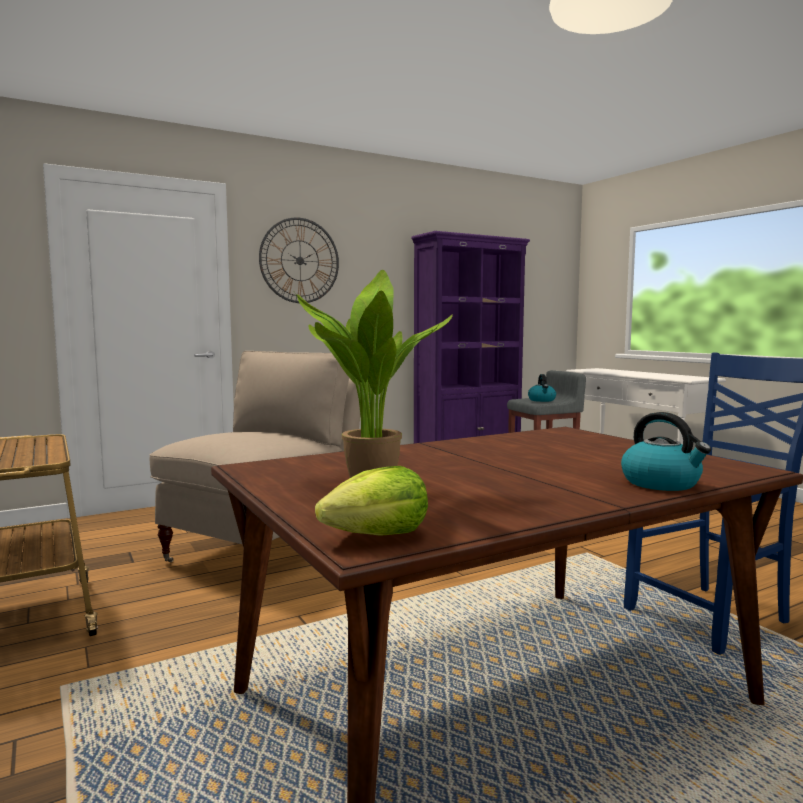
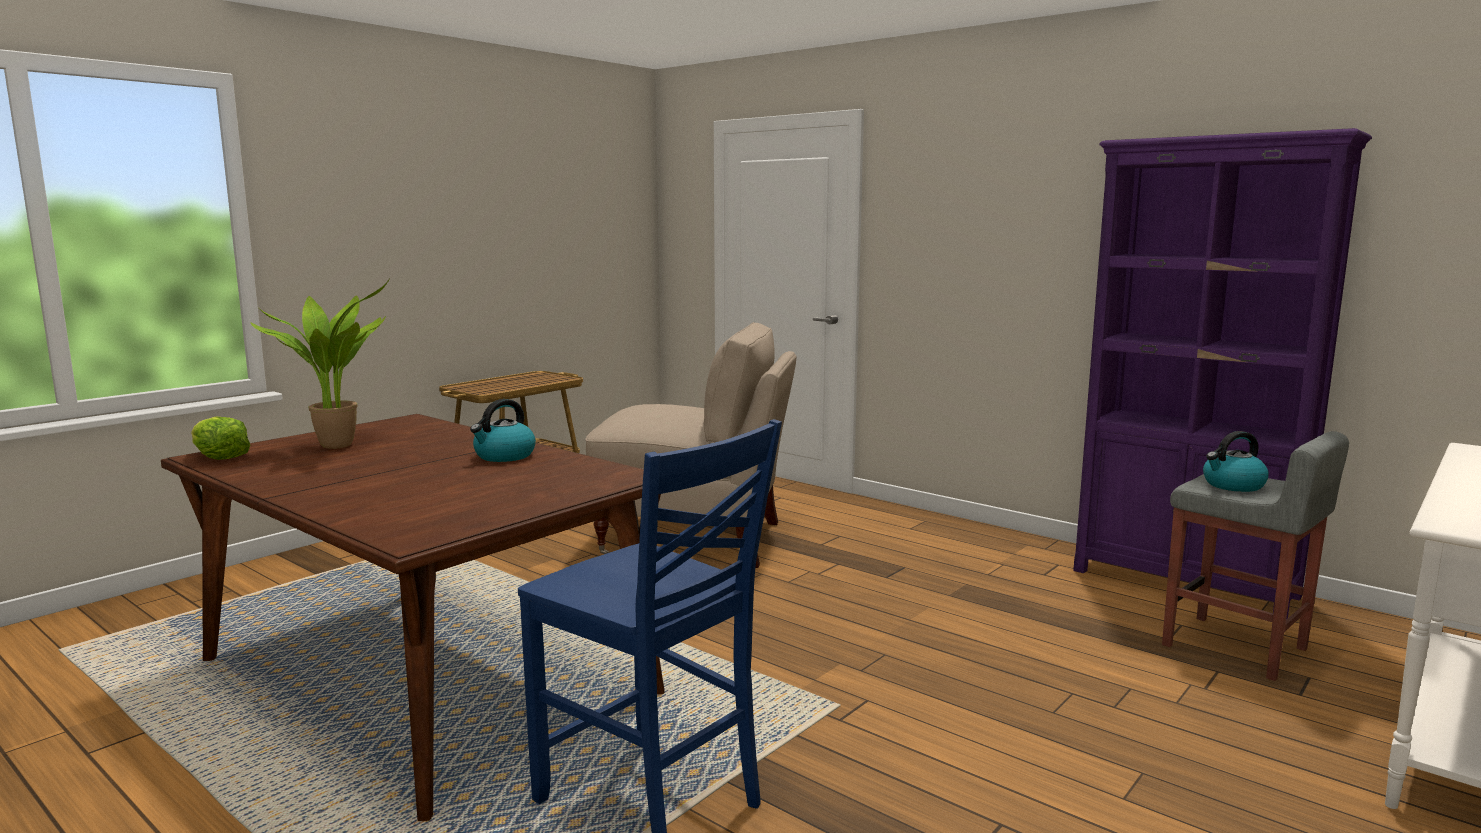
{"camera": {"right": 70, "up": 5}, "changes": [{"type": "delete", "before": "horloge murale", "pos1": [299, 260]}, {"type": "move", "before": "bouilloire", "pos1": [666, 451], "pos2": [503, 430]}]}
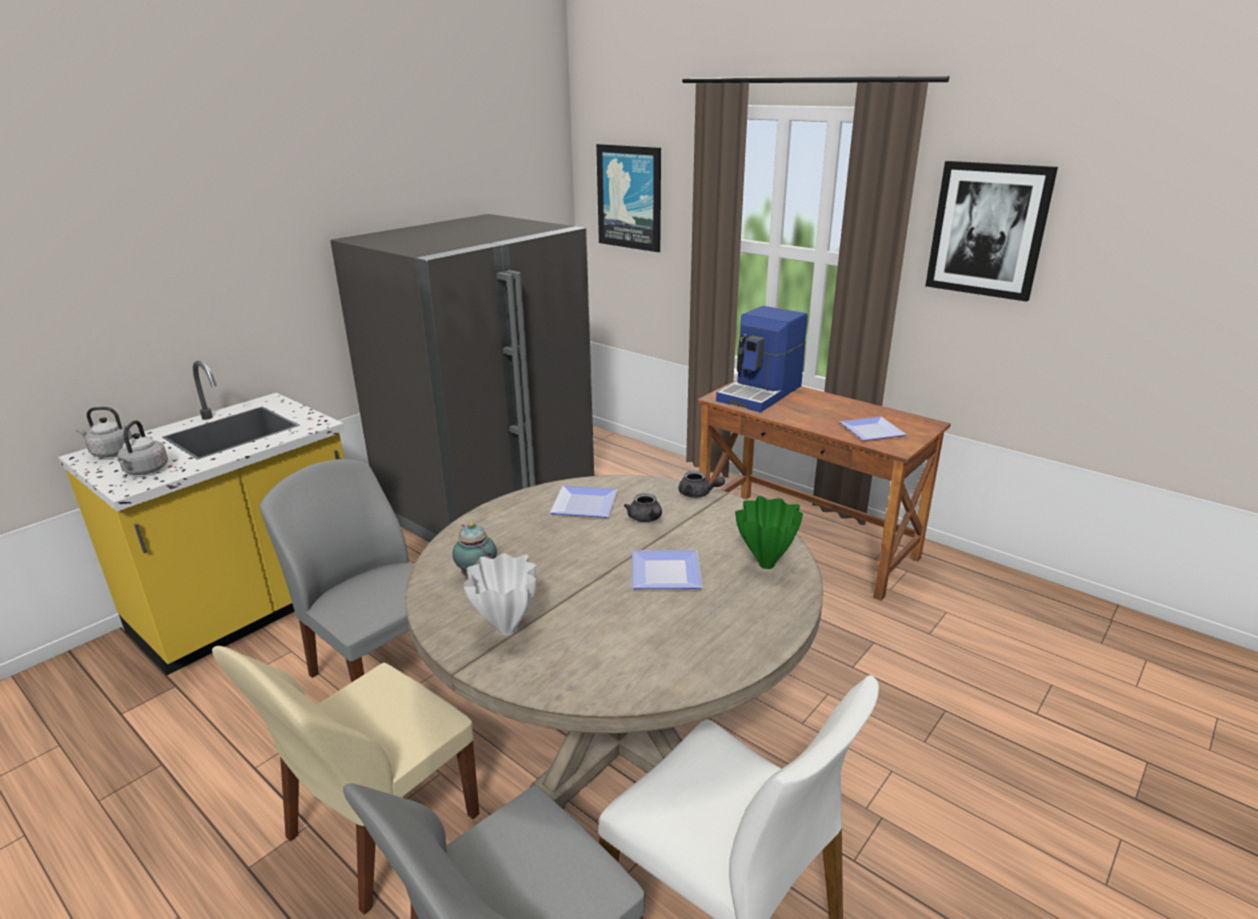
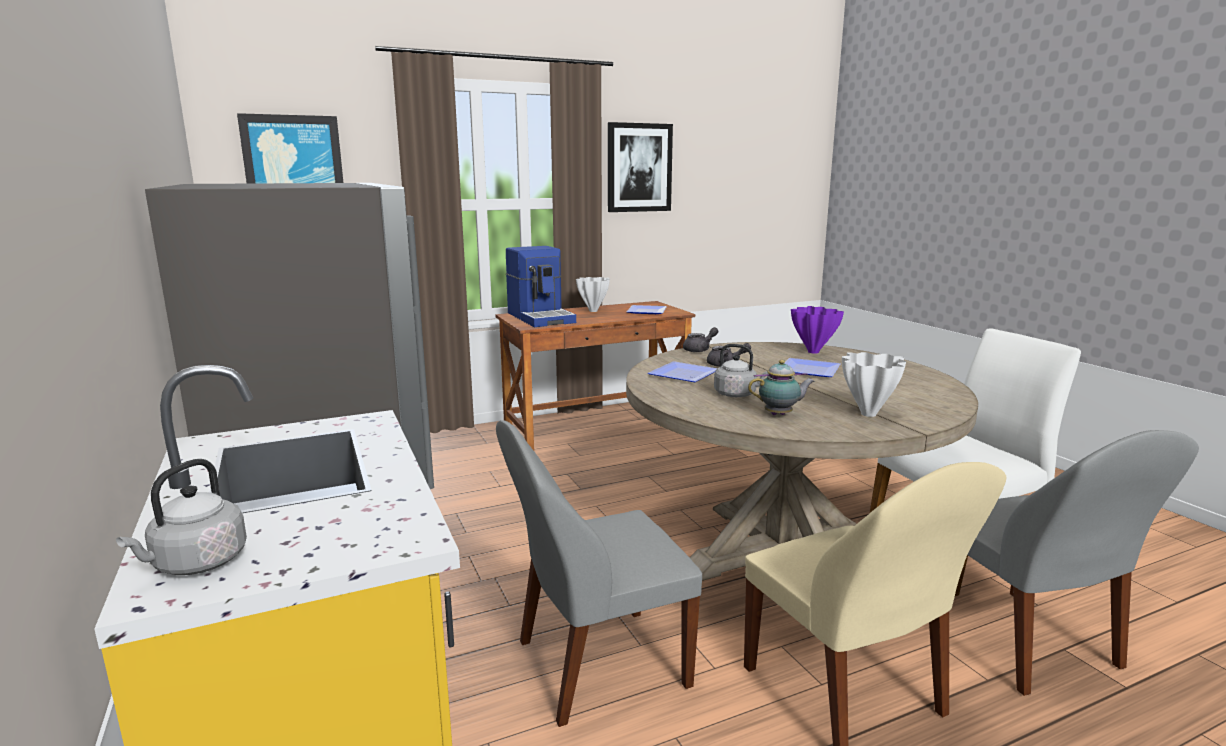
{"camera": {"right": -65, "up": -10}, "changes": [{"type": "insert", "after": "vase (blanc)", "pos2": [593, 294]}, {"type": "move", "before": "bouilloire (gris)", "pos1": [143, 447], "pos2": [741, 370]}, {"type": "recolor", "before": "vase (vert)", "after": "vase (violet)", "pos1": [769, 532], "pos2": [817, 329]}]}
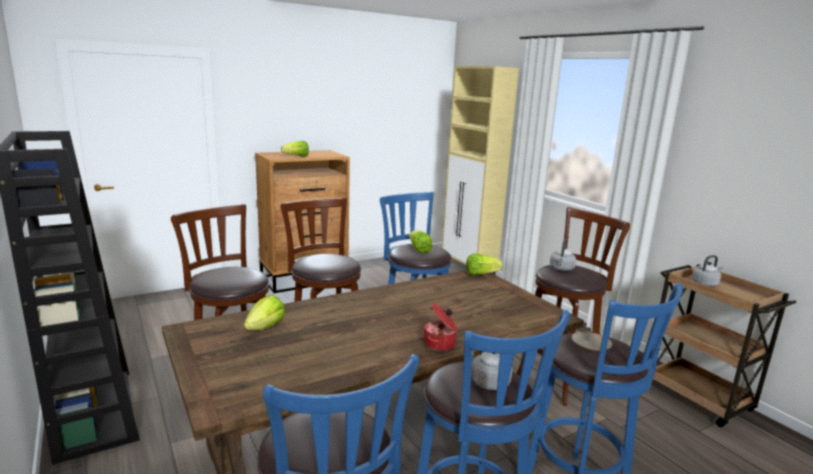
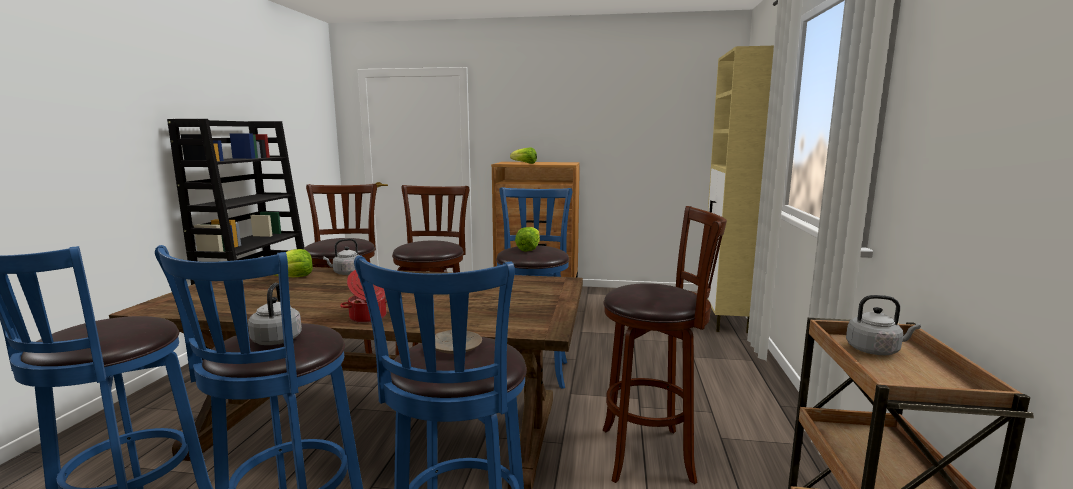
{"camera": {"right": 40, "up": -5}, "changes": [{"type": "delete", "before": "laitue", "pos1": [484, 264]}, {"type": "move", "before": "bouilloire (gris)", "pos1": [563, 255], "pos2": [341, 256]}]}
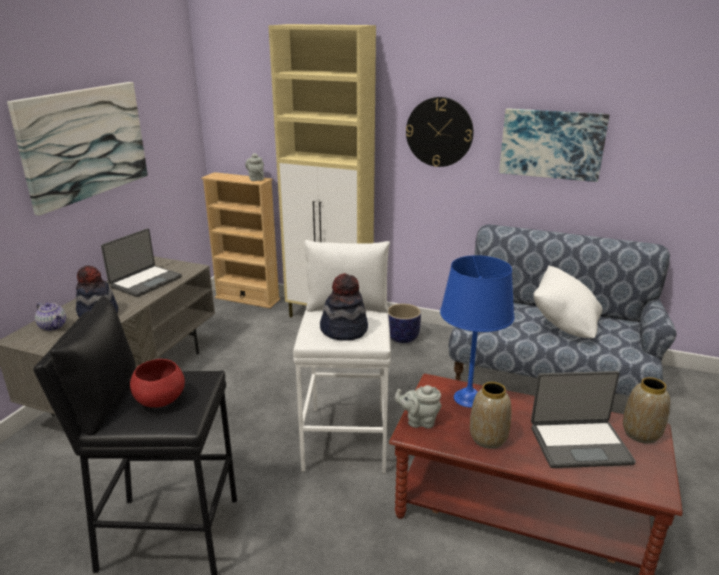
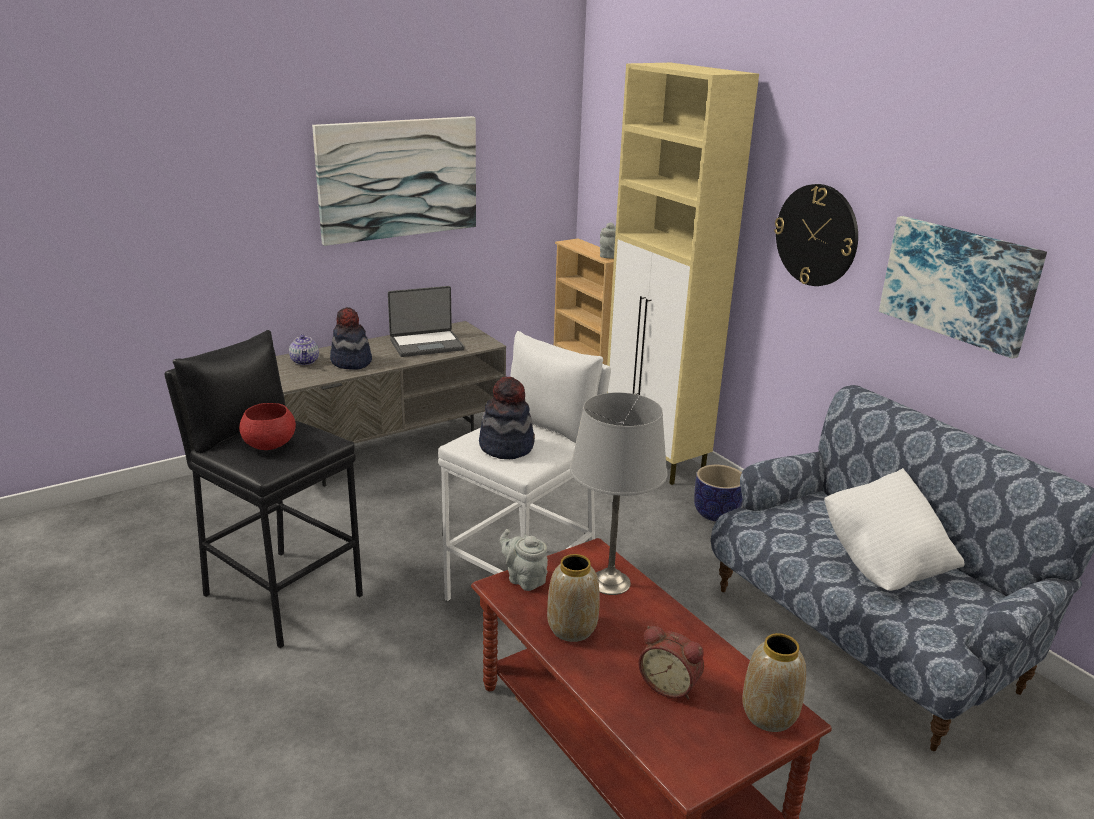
{"camera": {"right": 35, "up": 0}, "changes": [{"type": "replace", "before": "ordinateur portable", "after": "réveil", "pos1": [583, 419], "pos2": [671, 663]}, {"type": "recolor", "before": "lampe de table (bleu)", "after": "lampe de table (gris)", "pos1": [477, 331], "pos2": [618, 493]}]}
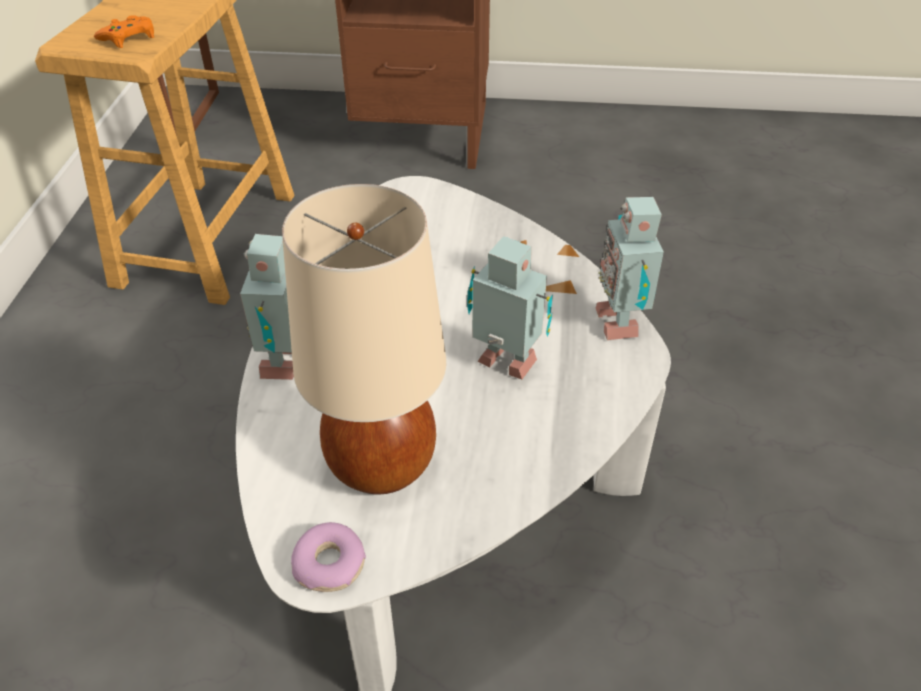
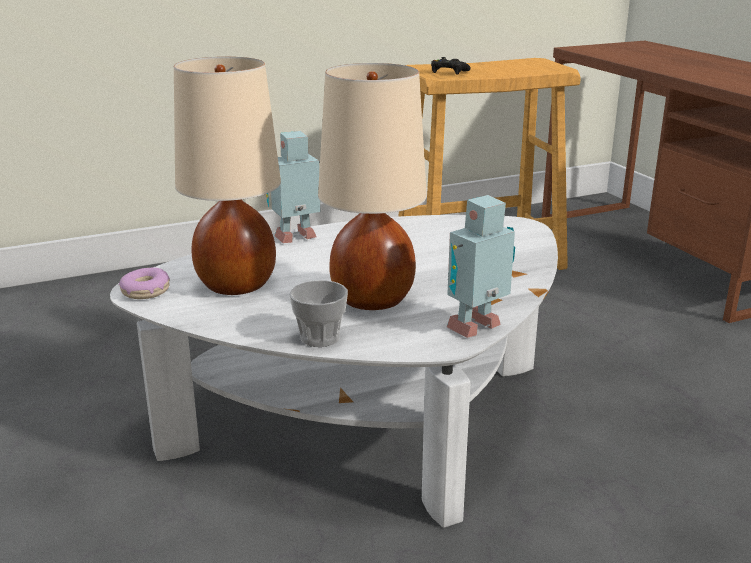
{"camera": {"right": 60, "up": -20}, "changes": [{"type": "insert", "after": "tasse", "pos2": [318, 313]}, {"type": "replace", "before": "robot jouet", "after": "lampe de table (beige)", "pos1": [510, 308], "pos2": [372, 186]}, {"type": "recolor", "before": "manette (orange)", "after": "manette (noir)", "pos1": [124, 31], "pos2": [451, 65]}]}
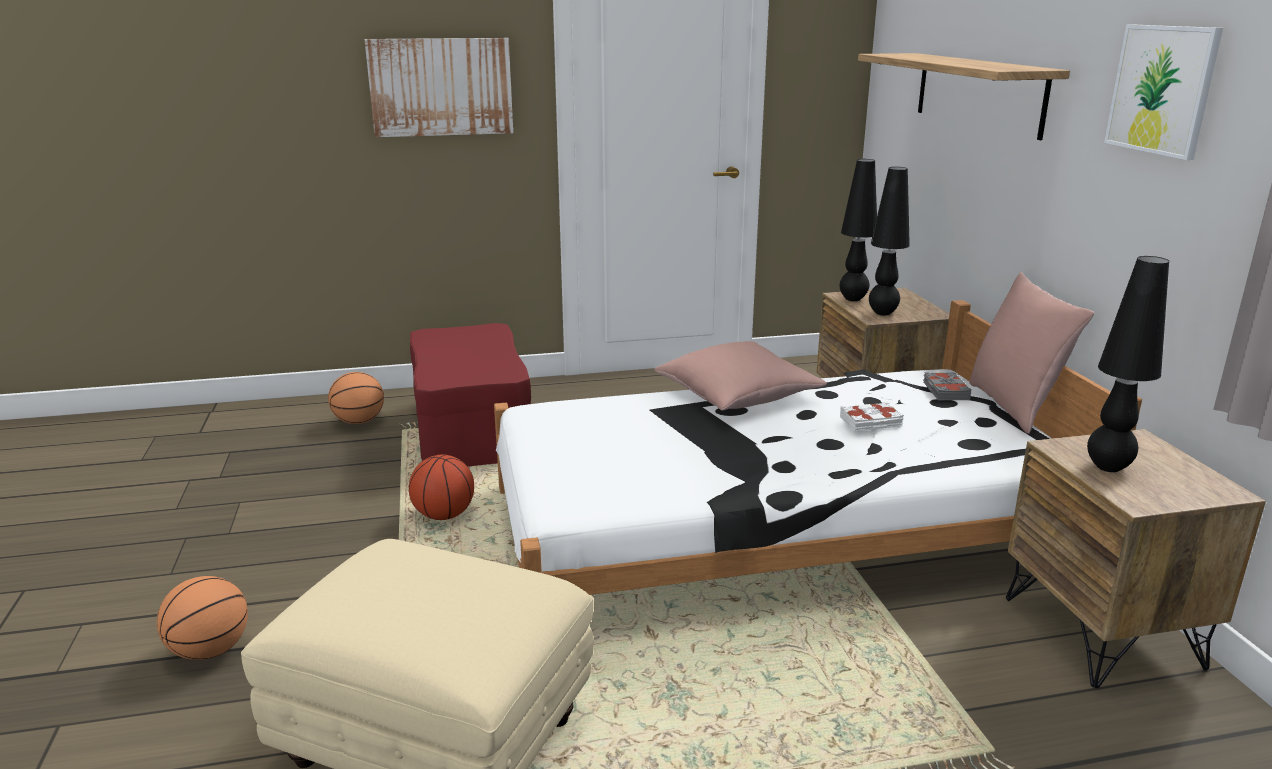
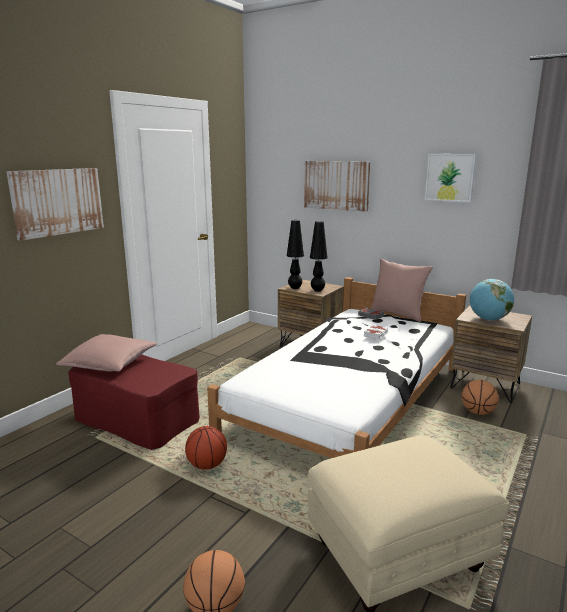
{"camera": {"right": -45, "up": -5}, "changes": [{"type": "move", "before": "ballon de basket", "pos1": [356, 398], "pos2": [480, 397]}, {"type": "move", "before": "coussin (rose)", "pos1": [740, 375], "pos2": [106, 353]}, {"type": "replace", "before": "étagère", "after": "tableau", "pos1": [964, 96], "pos2": [337, 186]}, {"type": "replace", "before": "lampe de table (noir)", "after": "globe", "pos1": [1128, 364], "pos2": [492, 300]}]}
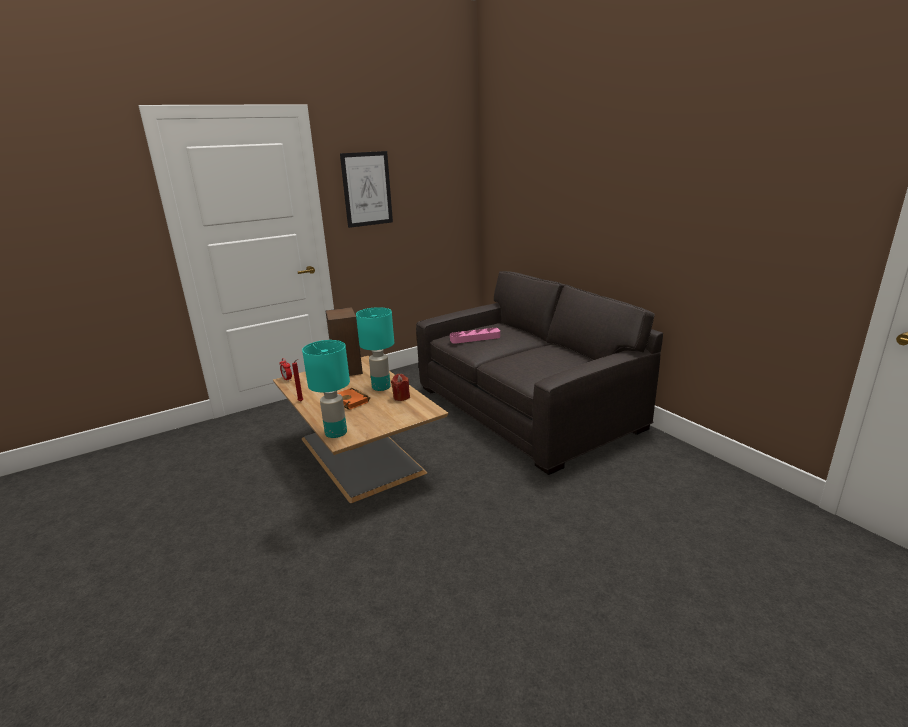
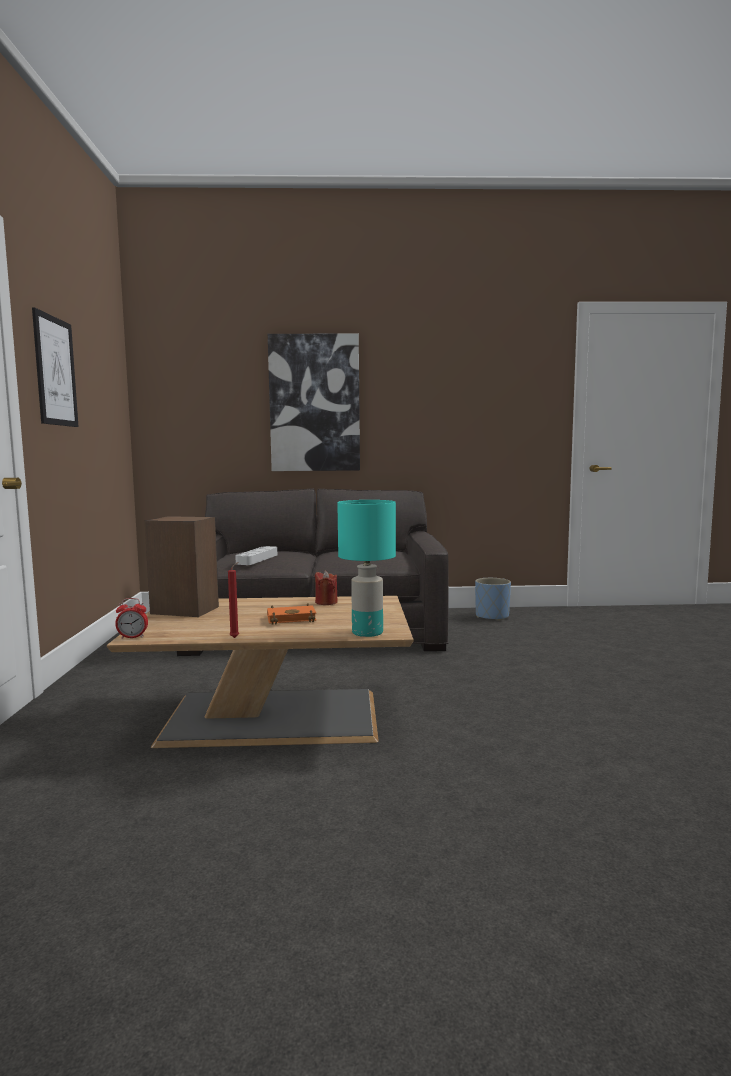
{"camera": {"right": -60, "up": -15}, "changes": [{"type": "delete", "before": "lampe de table (turquoise)", "pos1": [375, 349]}, {"type": "insert", "after": "tableau", "pos2": [314, 402]}, {"type": "insert", "after": "cache-pot (bleu)", "pos2": [493, 599]}, {"type": "recolor", "before": "plateau (rose)", "after": "plateau (gris)", "pos1": [475, 336], "pos2": [256, 555]}]}
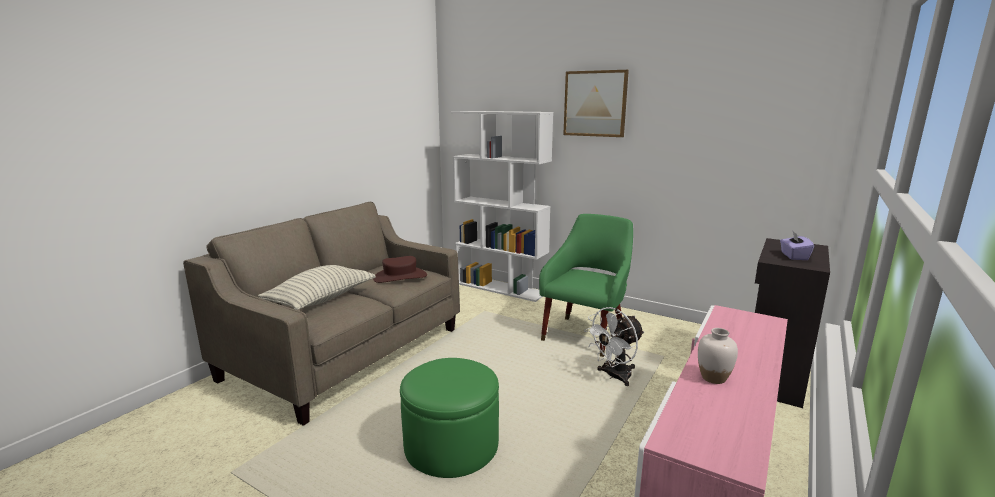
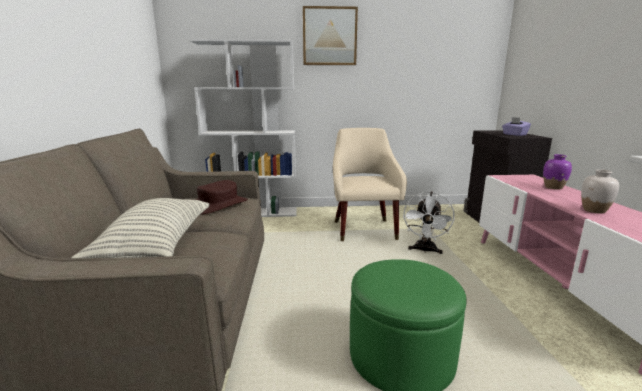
{"camera": {"right": -35, "up": 0}, "changes": [{"type": "insert", "after": "vase (violet)", "pos2": [557, 172]}, {"type": "recolor", "before": "fauteuil (vert)", "after": "fauteuil (beige)", "pos1": [586, 285], "pos2": [370, 184]}]}
